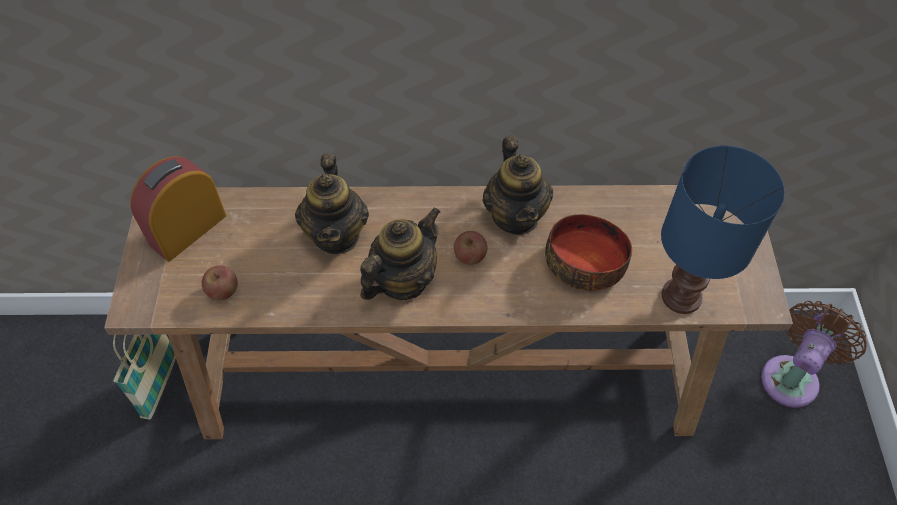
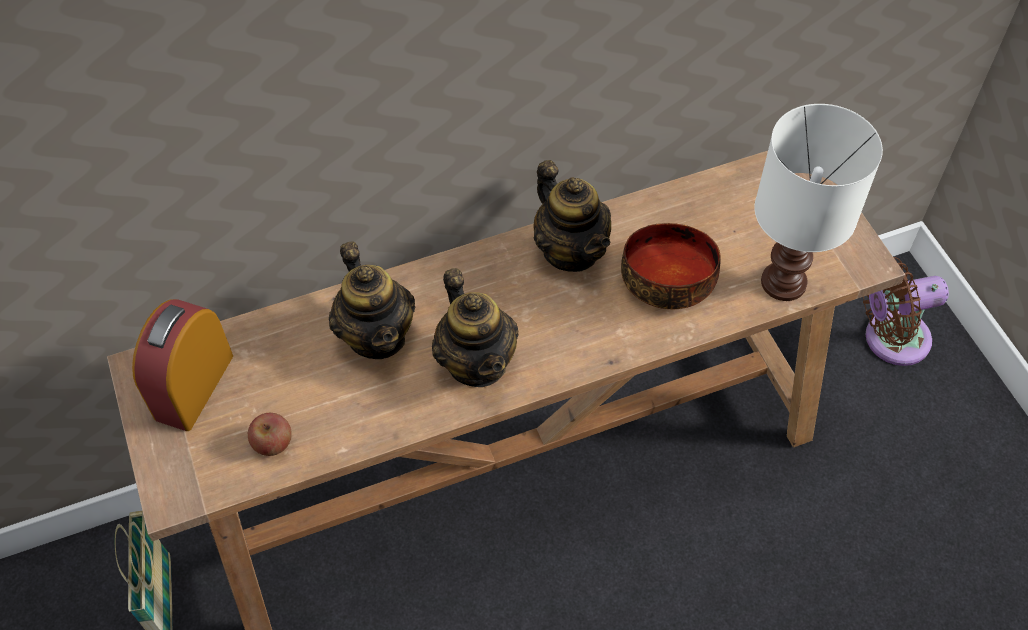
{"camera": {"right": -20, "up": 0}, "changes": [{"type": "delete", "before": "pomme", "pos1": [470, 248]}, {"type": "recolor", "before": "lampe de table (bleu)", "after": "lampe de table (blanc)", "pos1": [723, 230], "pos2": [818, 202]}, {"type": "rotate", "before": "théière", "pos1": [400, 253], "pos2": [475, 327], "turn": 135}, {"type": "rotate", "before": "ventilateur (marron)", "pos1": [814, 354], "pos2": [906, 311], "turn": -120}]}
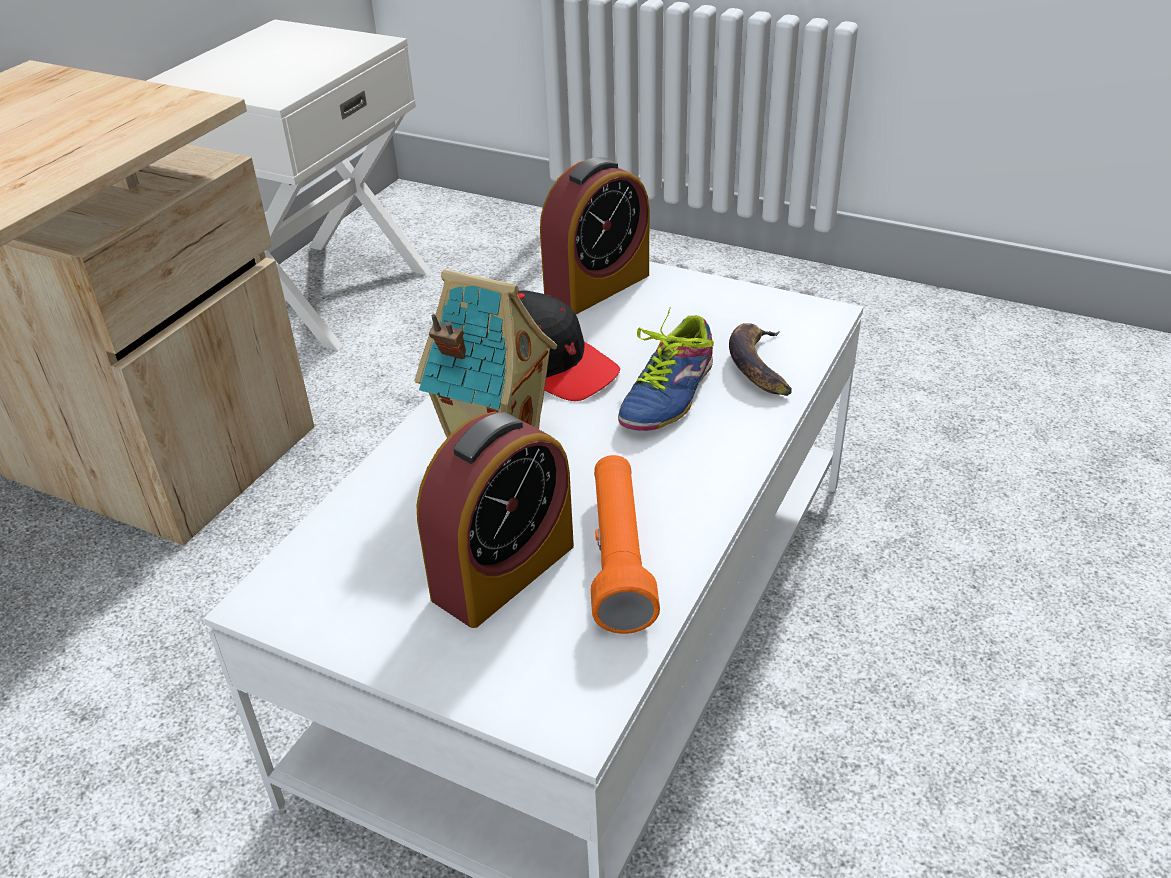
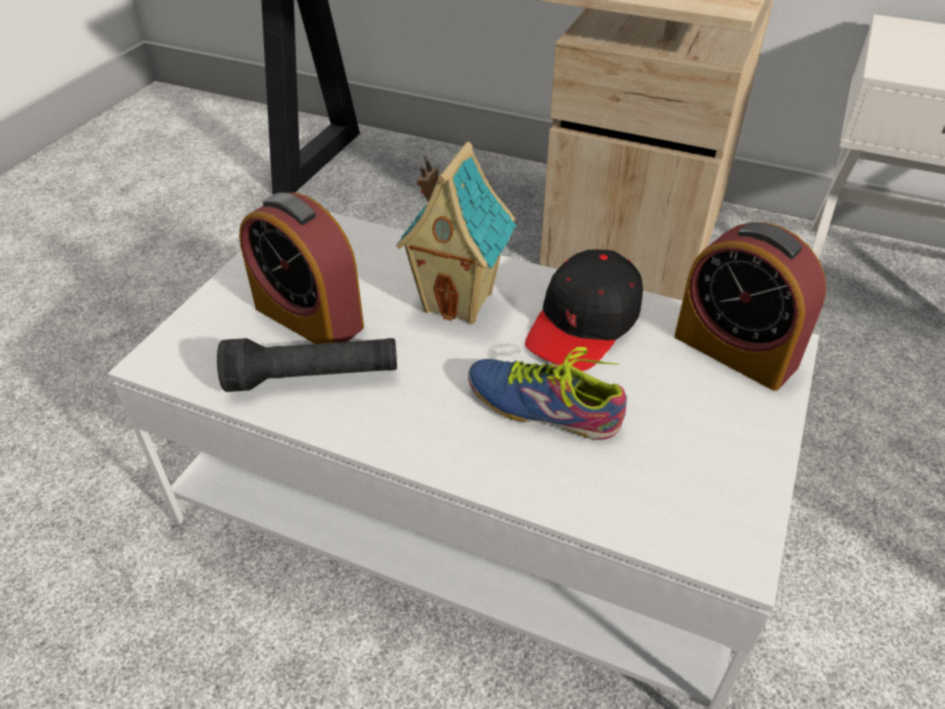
{"camera": {"right": 85, "up": 5}, "changes": [{"type": "delete", "before": "banane", "pos1": [760, 359]}, {"type": "recolor", "before": "lampe de poche (orange)", "after": "lampe de poche (noir)", "pos1": [625, 544], "pos2": [307, 365]}]}
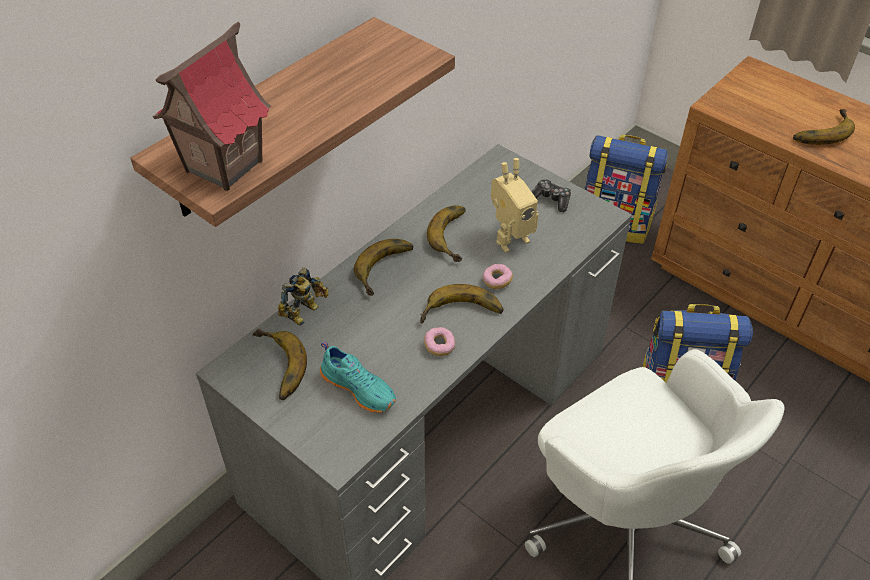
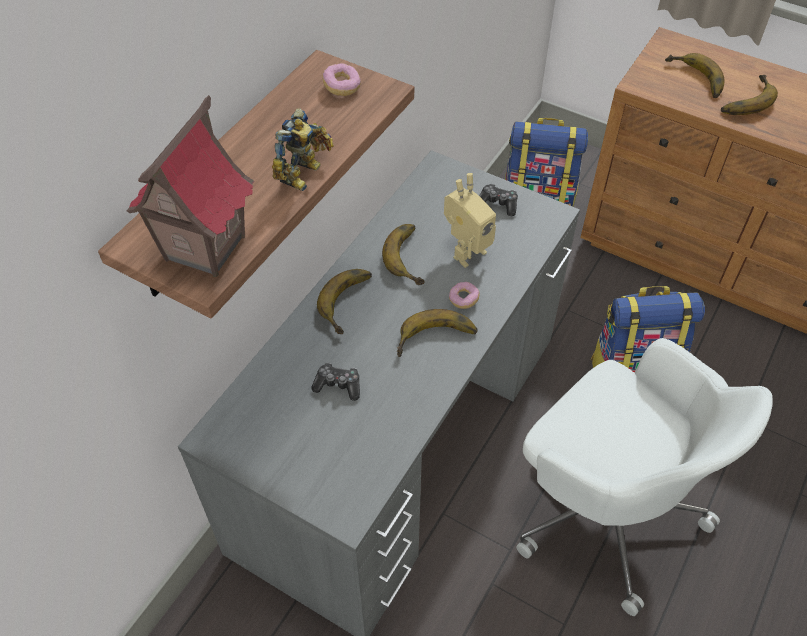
{"camera": {"right": -10, "up": 5}, "changes": [{"type": "delete", "before": "chaussure (turquoise)", "pos1": [358, 377]}, {"type": "insert", "after": "manette", "pos2": [335, 382]}, {"type": "move", "before": "banane", "pos1": [280, 364], "pos2": [694, 75]}, {"type": "move", "before": "robot jouet", "pos1": [303, 296], "pos2": [302, 149]}, {"type": "move", "before": "beignet", "pos1": [439, 341], "pos2": [341, 79]}]}
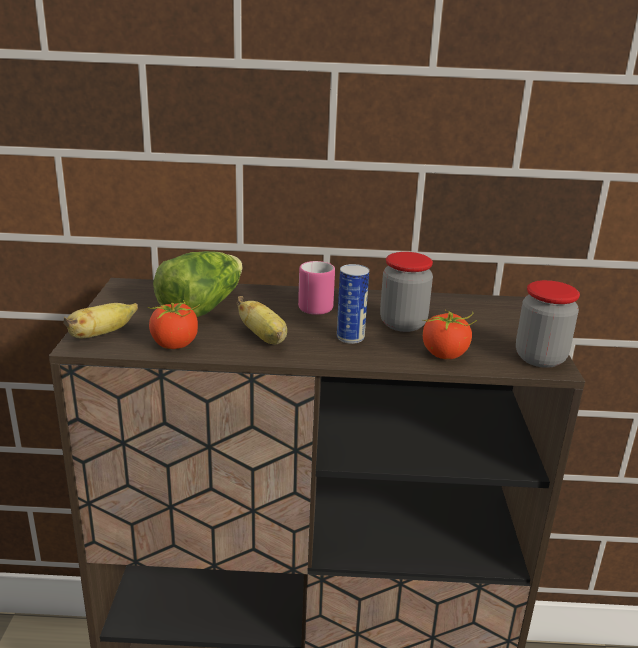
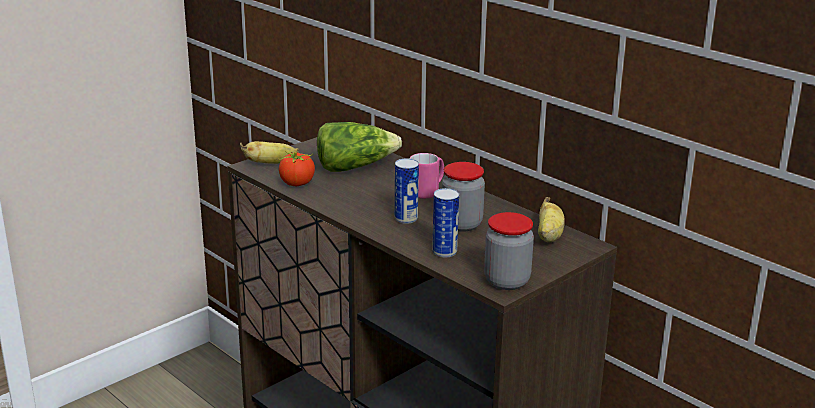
{"camera": {"right": 45, "up": 0}, "changes": [{"type": "move", "before": "banane", "pos1": [261, 320], "pos2": [551, 220]}, {"type": "replace", "before": "tomate", "after": "boîte métallique", "pos1": [449, 334], "pos2": [445, 223]}]}
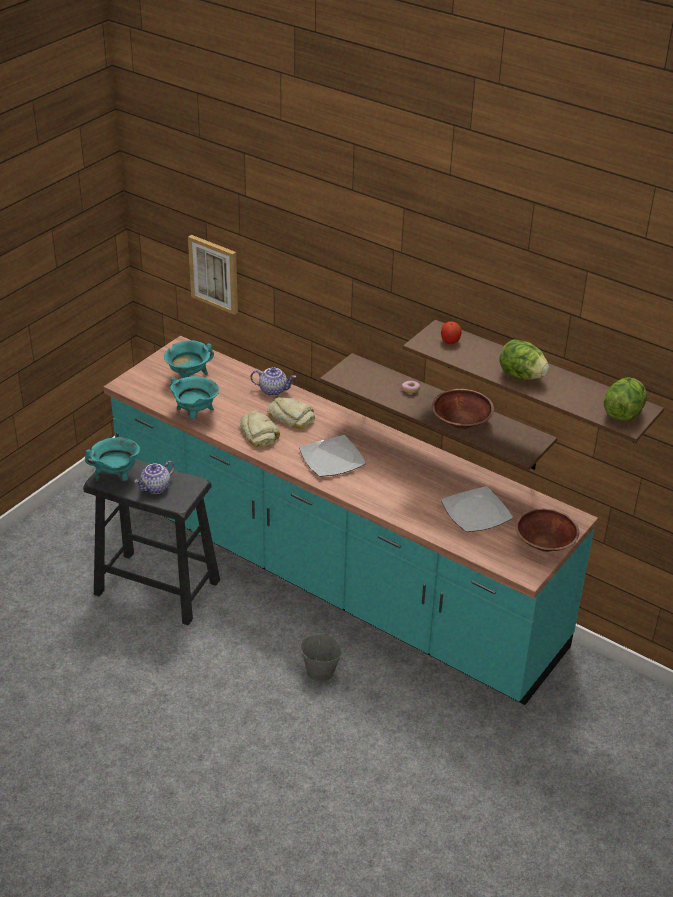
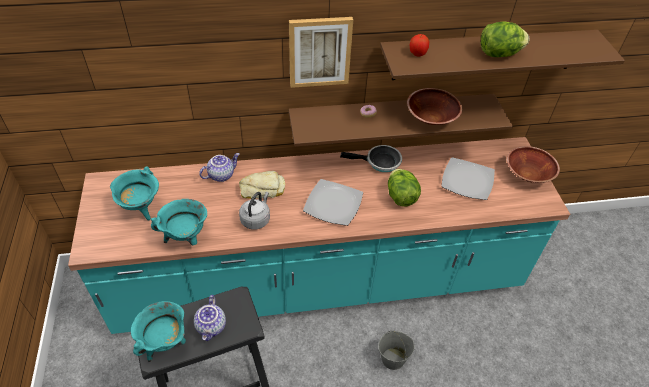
{"camera": {"right": -45, "up": 10}, "changes": [{"type": "insert", "after": "poêle", "pos2": [371, 158]}, {"type": "move", "before": "tableau", "pos1": [213, 275], "pos2": [321, 52]}, {"type": "move", "before": "laitue", "pos1": [625, 399], "pos2": [404, 188]}, {"type": "replace", "before": "pain", "after": "bouilloire (gris)", "pos1": [260, 428], "pos2": [254, 211]}]}
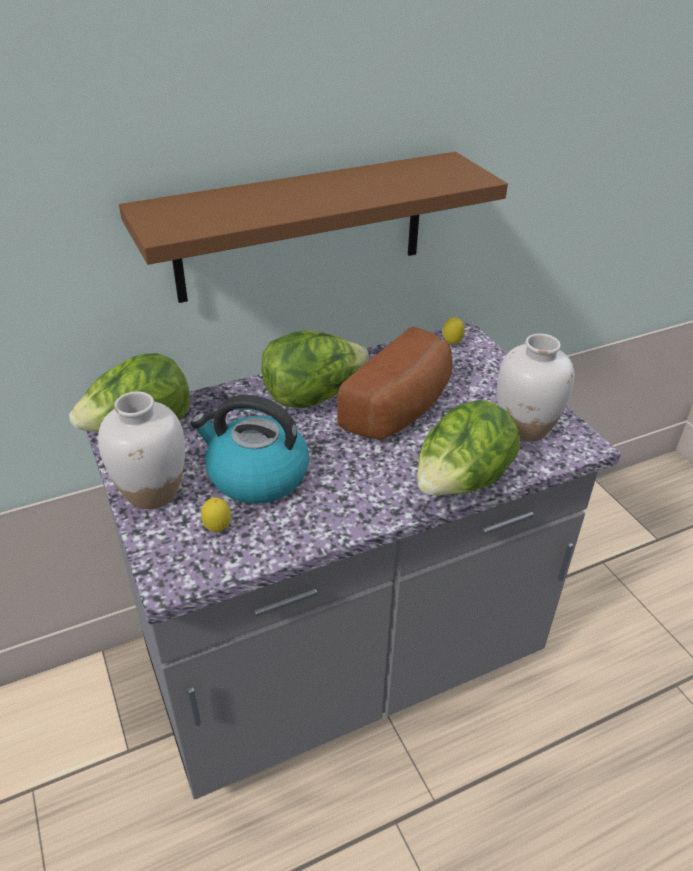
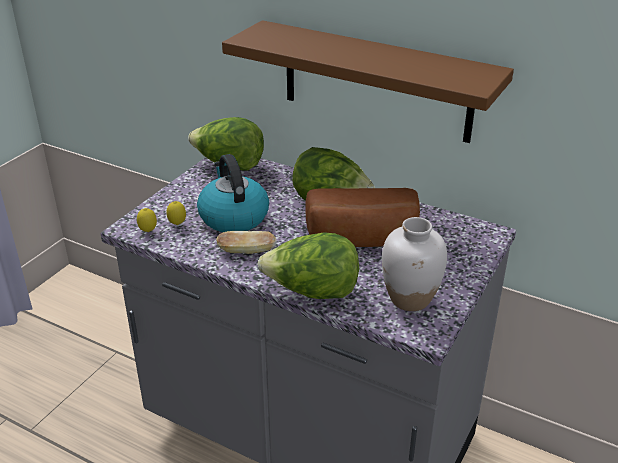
{"camera": {"right": 55, "up": -5}, "changes": [{"type": "delete", "before": "vase (blanc)", "pos1": [141, 450]}, {"type": "insert", "after": "pain", "pos2": [246, 242]}, {"type": "move", "before": "citron", "pos1": [453, 331], "pos2": [147, 220]}]}
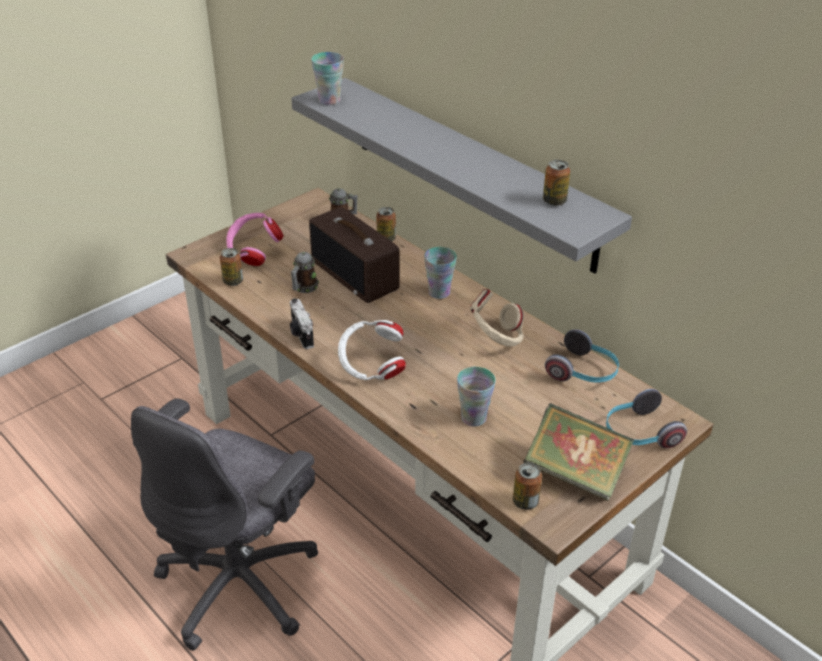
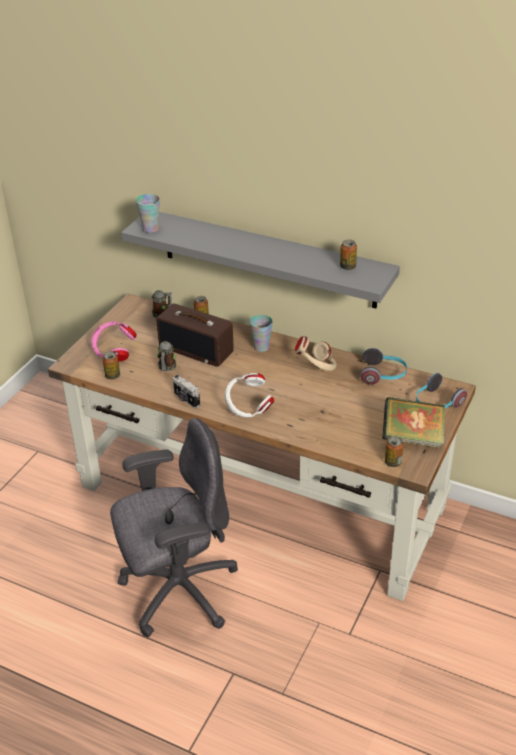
{"camera": {"right": -20, "up": 0}, "changes": [{"type": "delete", "before": "tasse", "pos1": [476, 396]}, {"type": "rotate", "before": "chaise de bureau (gris)", "pos1": [224, 525], "pos2": [174, 527], "turn": -120}]}
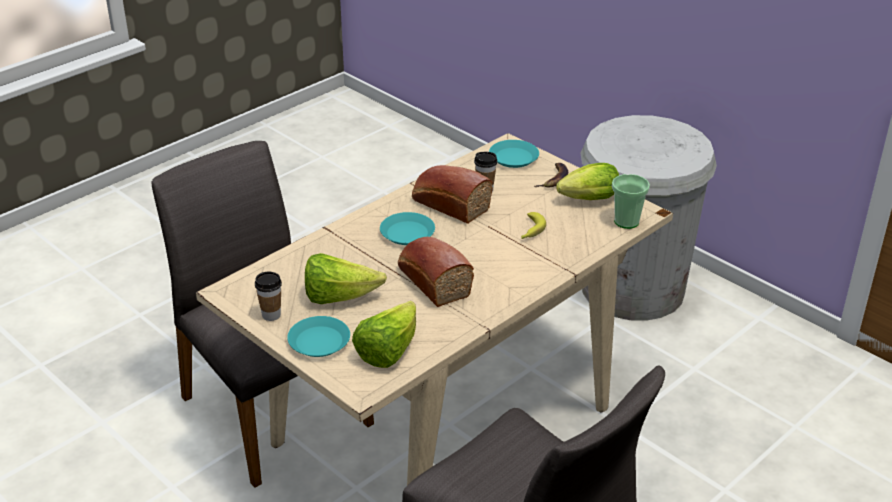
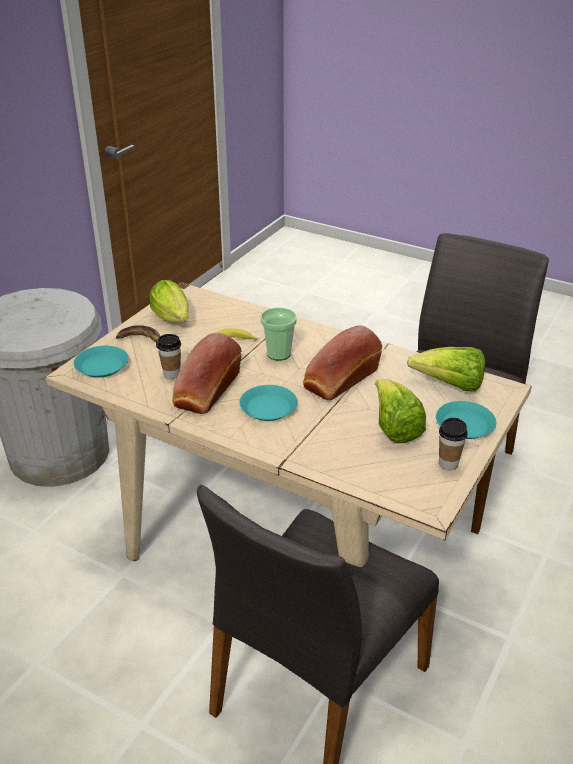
{"camera": {"right": -105, "up": 0}, "changes": [{"type": "move", "before": "tasse", "pos1": [631, 201], "pos2": [278, 334]}]}
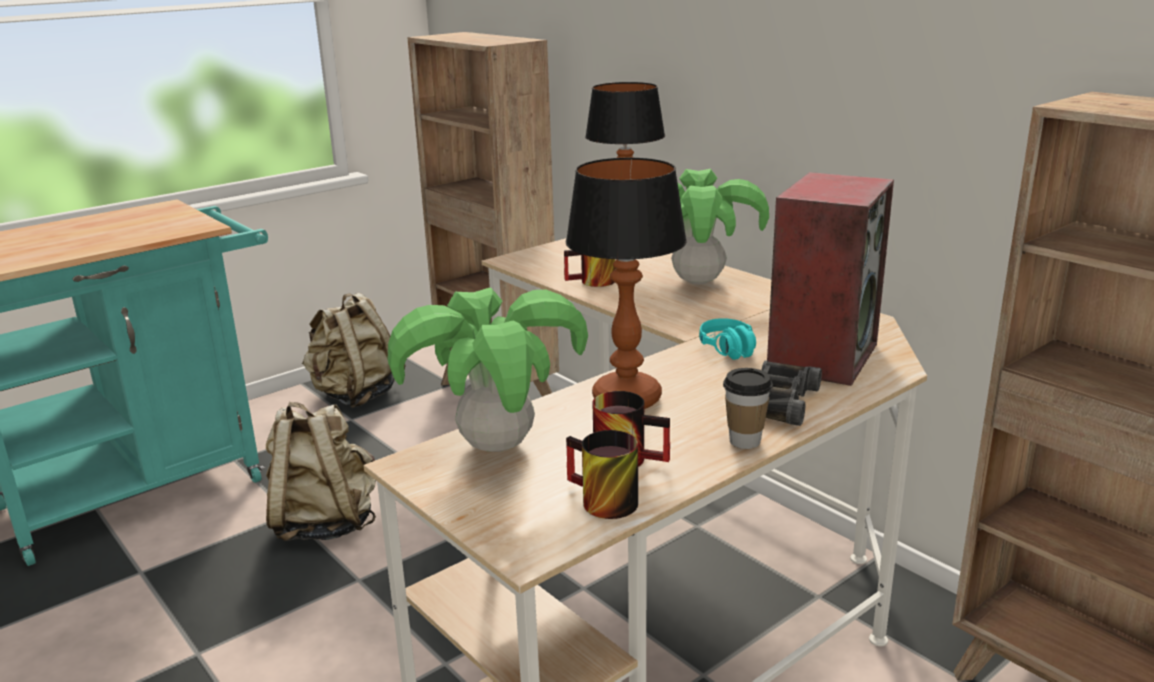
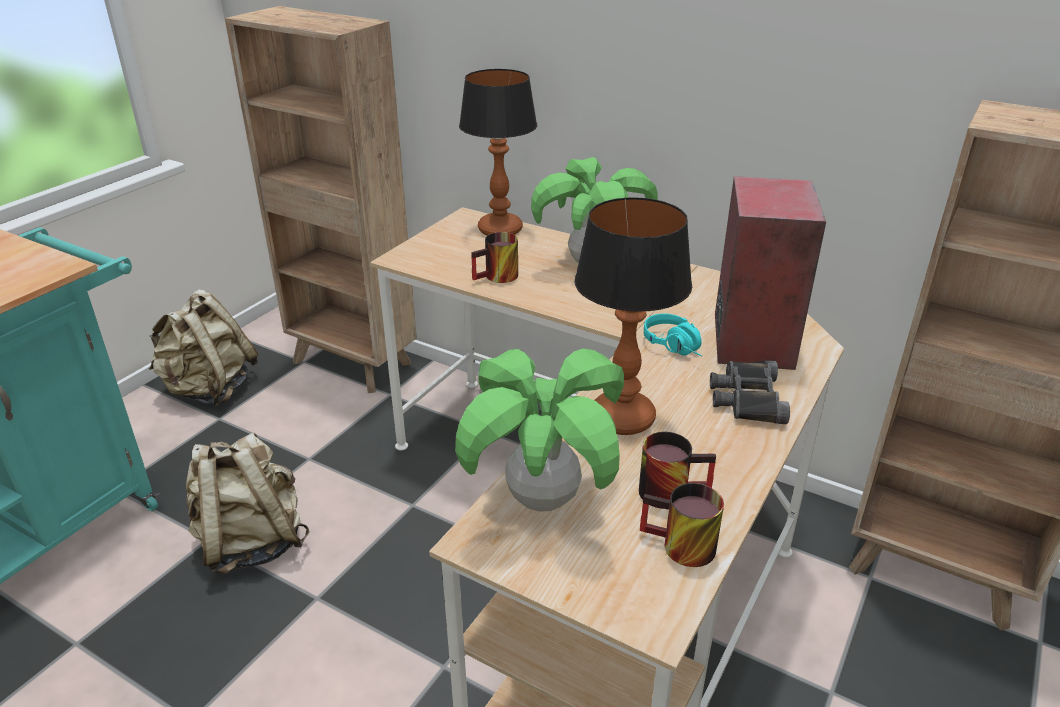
{"camera": {"right": -20, "up": 10}, "changes": [{"type": "delete", "before": "tasse", "pos1": [748, 408]}]}
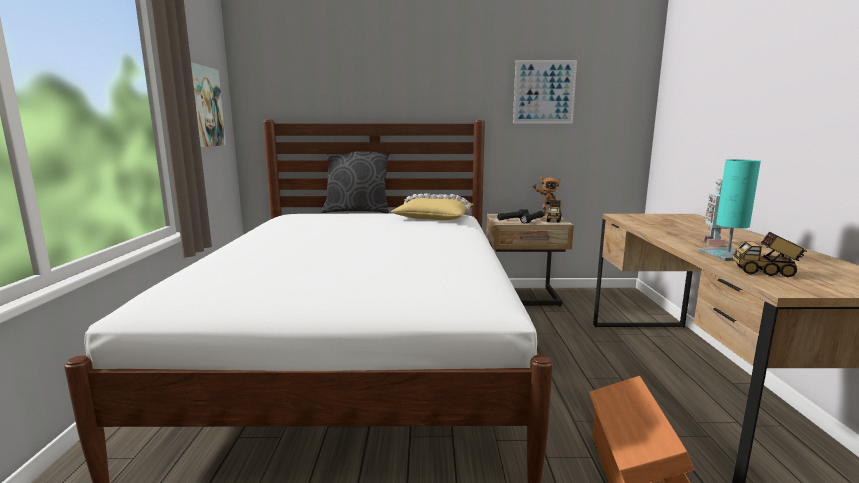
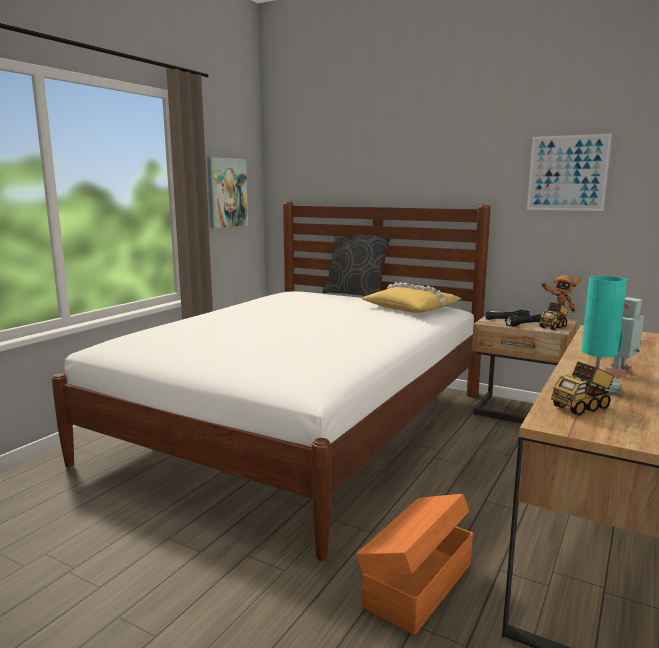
{"camera": {"right": 30, "up": 0}, "changes": [{"type": "rotate", "before": "camion jouet", "pos1": [769, 255], "pos2": [582, 389], "turn": -75}]}
